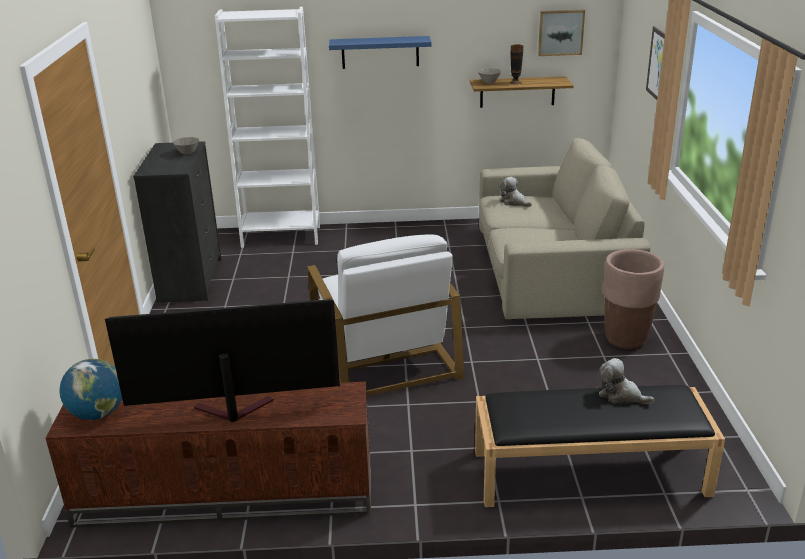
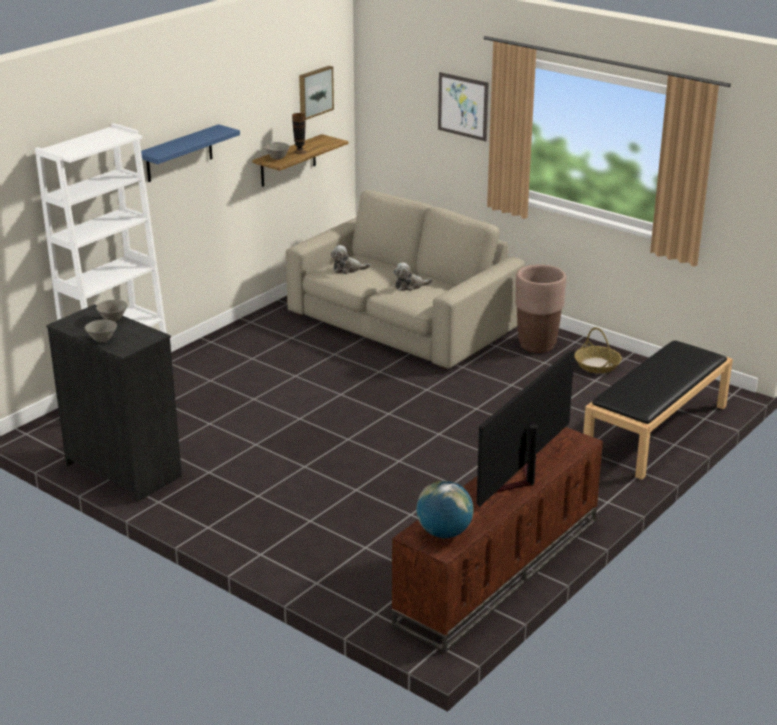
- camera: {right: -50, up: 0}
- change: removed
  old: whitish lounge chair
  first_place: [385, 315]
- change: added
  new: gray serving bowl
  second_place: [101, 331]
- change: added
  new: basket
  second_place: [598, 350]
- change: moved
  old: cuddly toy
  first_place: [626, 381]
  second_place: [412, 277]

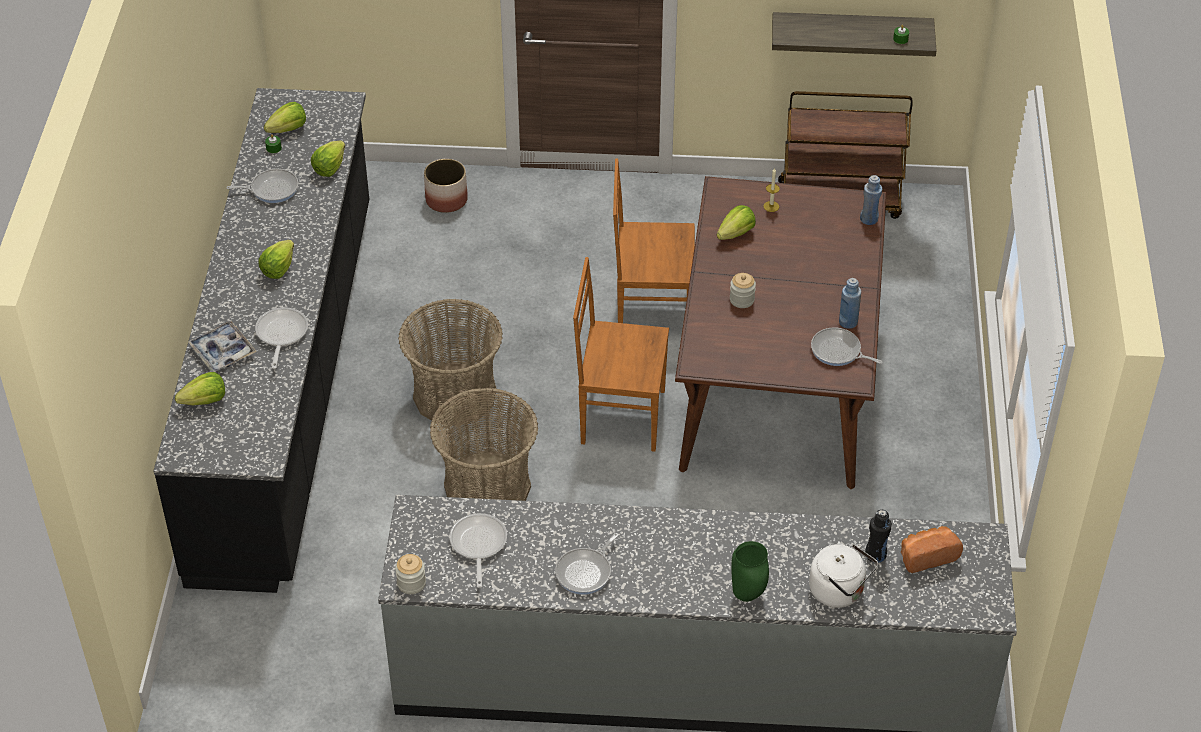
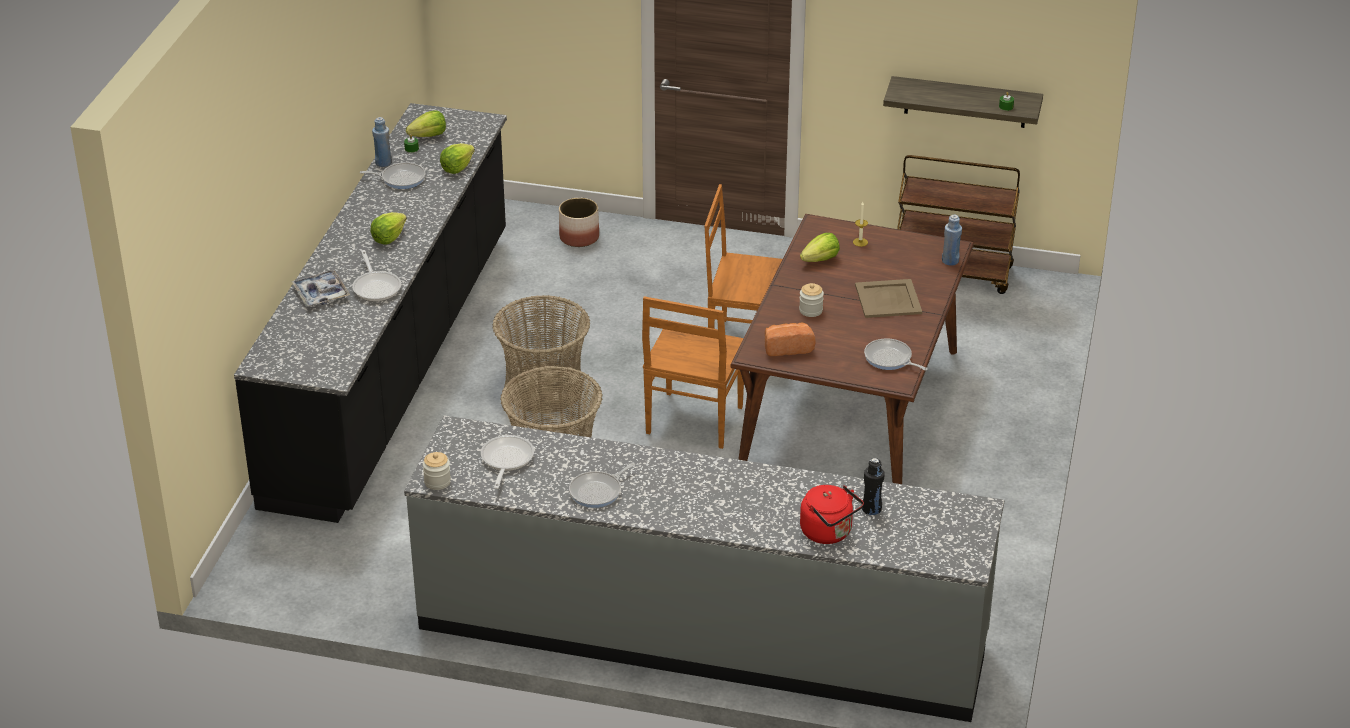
- camera: {right: 10, up: -10}
- change: removed
  old: head of lettuce
  first_place: [200, 389]
- change: removed
  old: green vase
  first_place: [750, 571]
- change: added
  new: sand-coloured carrying tray
  second_place: [888, 298]
- change: moved
  old: bluish bottle
  first_place: [850, 303]
  second_place: [382, 142]
- change: moved
  old: baked bread
  first_place: [932, 549]
  second_place: [790, 339]
- change: recoloured
  old: whitish water kettle
  new: red-coloured water kettle
  first_place: [843, 576]
  second_place: [832, 514]
- change: turned
  old: frying pan
  first_place: [281, 338]
  second_place: [376, 276]
  degrees: 150
- change: turned
  old: brownish upright chair
  first_place: [621, 354]
  second_place: [693, 372]
  degrees: -90

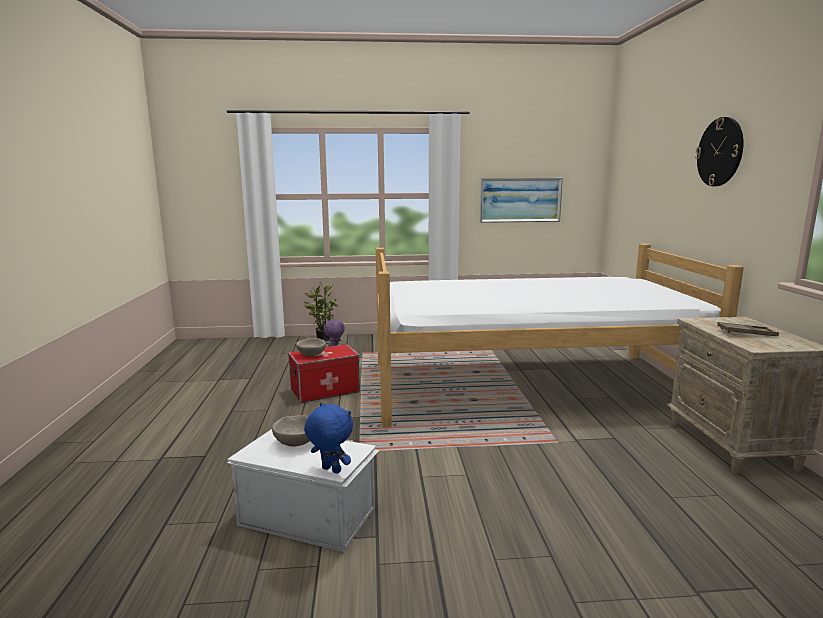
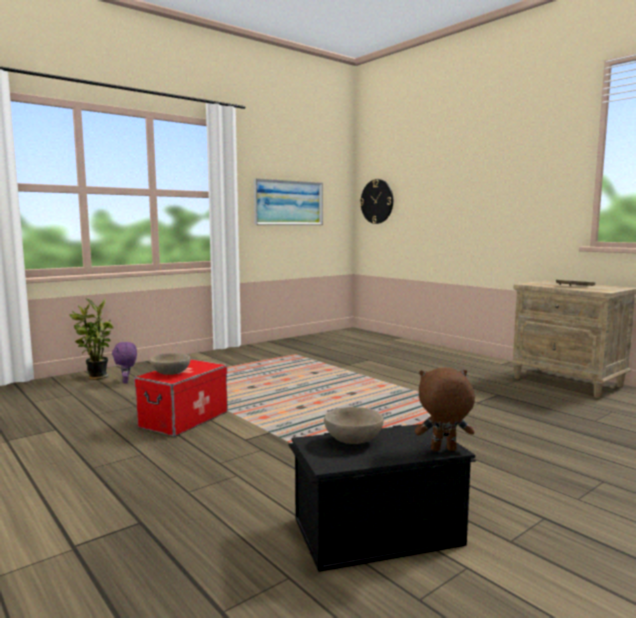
- camera: {right: -35, up: -5}
- change: removed
  old: bed
  first_place: [560, 335]
- change: moved
  old: clock on the wall
  first_place: [719, 151]
  second_place: [376, 201]
- change: recoloured
  old: whitish storage container
  new: black-coloured storage container
  first_place: [303, 490]
  second_place: [382, 498]
- change: recoloured
  old: bluish cuddly toy
  new: brownish cuddly toy
  first_place: [328, 438]
  second_place: [445, 409]

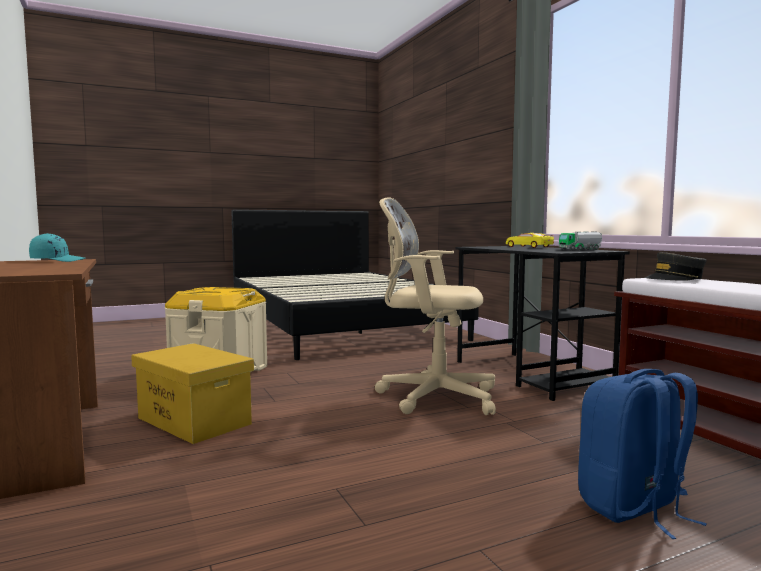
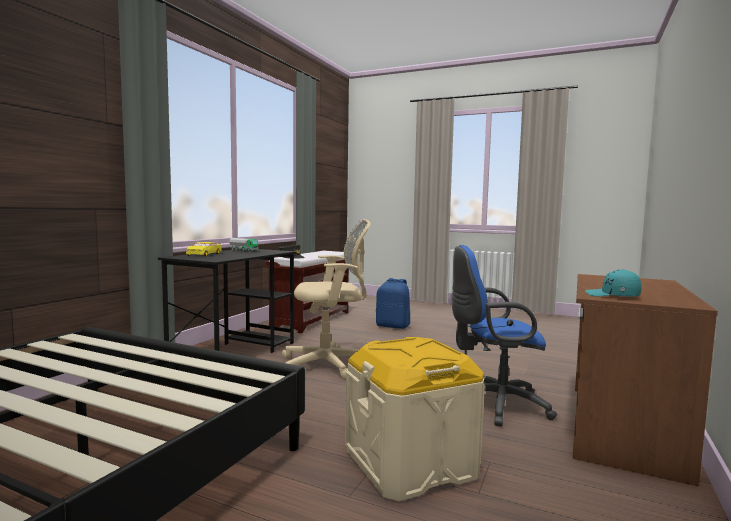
- camera: {right: -130, up: 0}
- change: replaced
  old: yellow-coloured storage container
  new: bluish desk chair
  first_place: [192, 393]
  second_place: [504, 336]
- change: turned
  old: sand-coloured desk chair
  first_place: [435, 306]
  second_place: [326, 299]
  degrees: -75

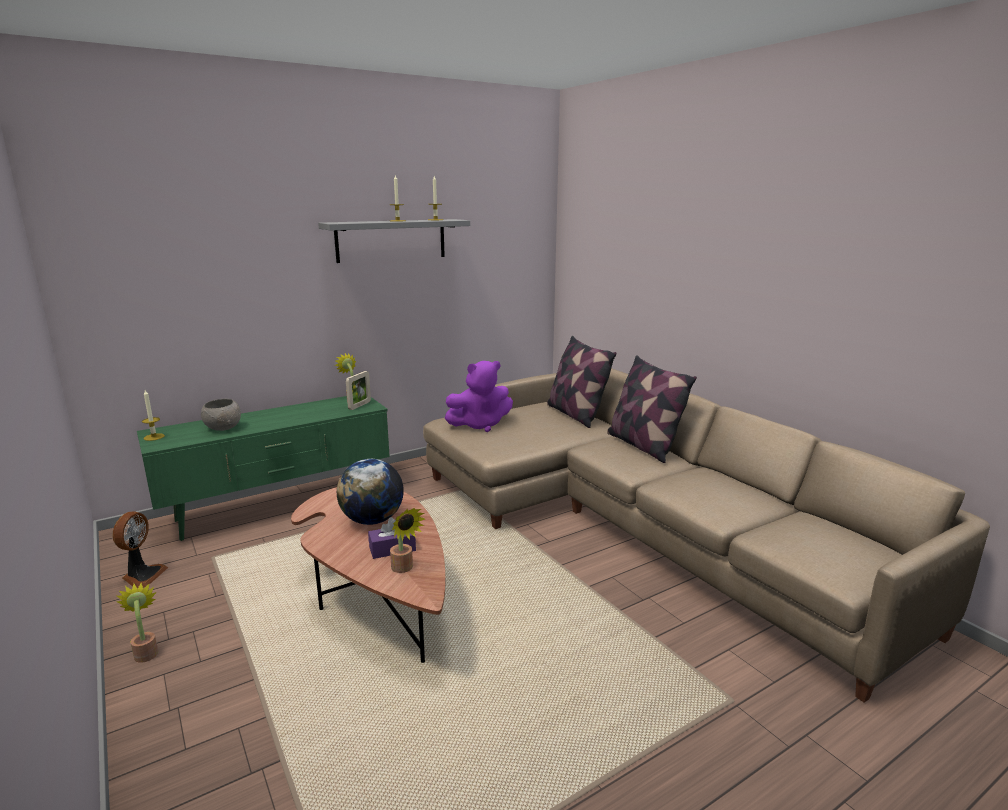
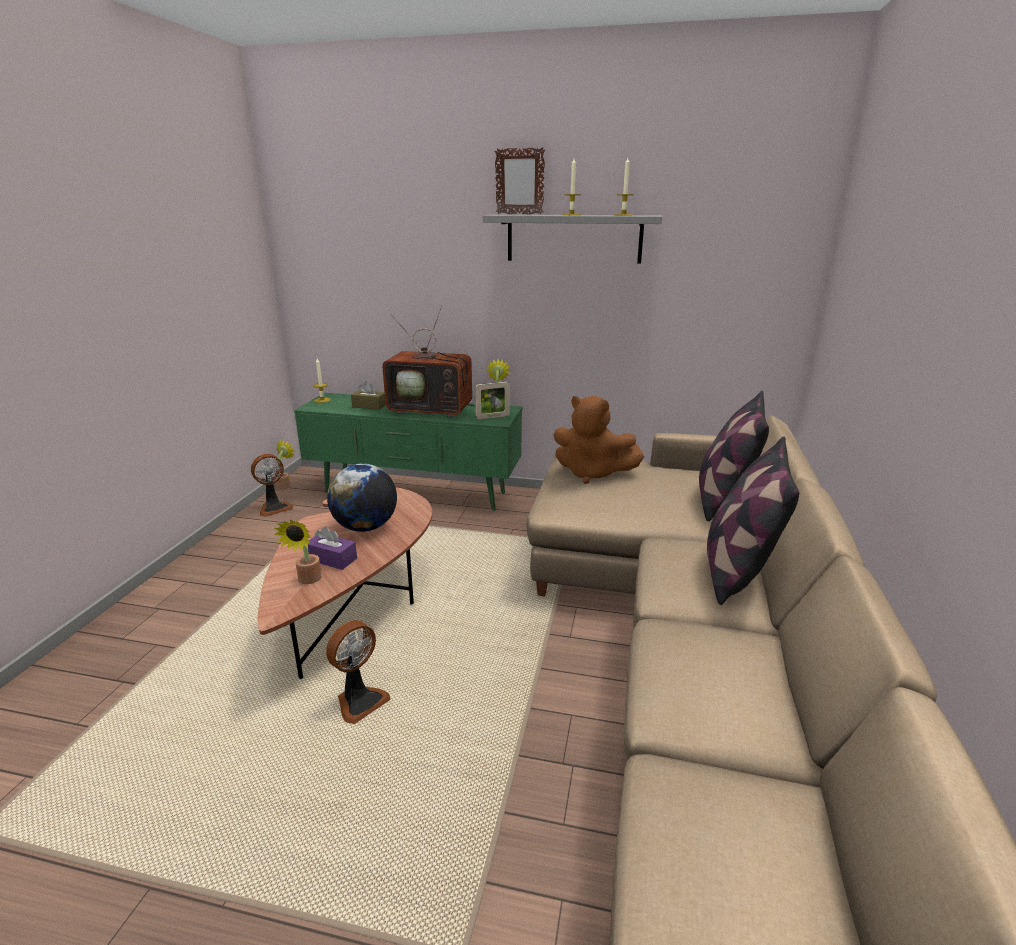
- camera: {right: 45, up: 5}
- change: added
  new: cooling fan
  second_place: [358, 672]
- change: added
  new: television
  second_place: [428, 362]
- change: added
  new: photo frame
  second_place: [520, 181]
- change: moved
  old: potted plant
  first_place: [137, 623]
  second_place: [285, 465]
- change: replaced
  old: gray serving bowl
  new: brownish box of tissues
  first_place: [221, 415]
  second_place: [368, 395]
- change: recoloured
  old: purplish cuddly toy
  new: brownish cuddly toy
  first_place: [479, 396]
  second_place: [598, 440]

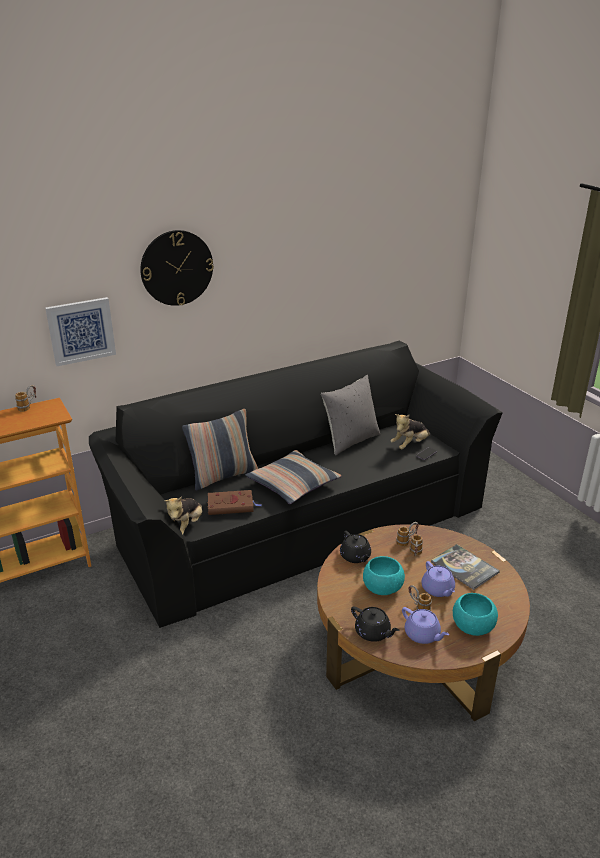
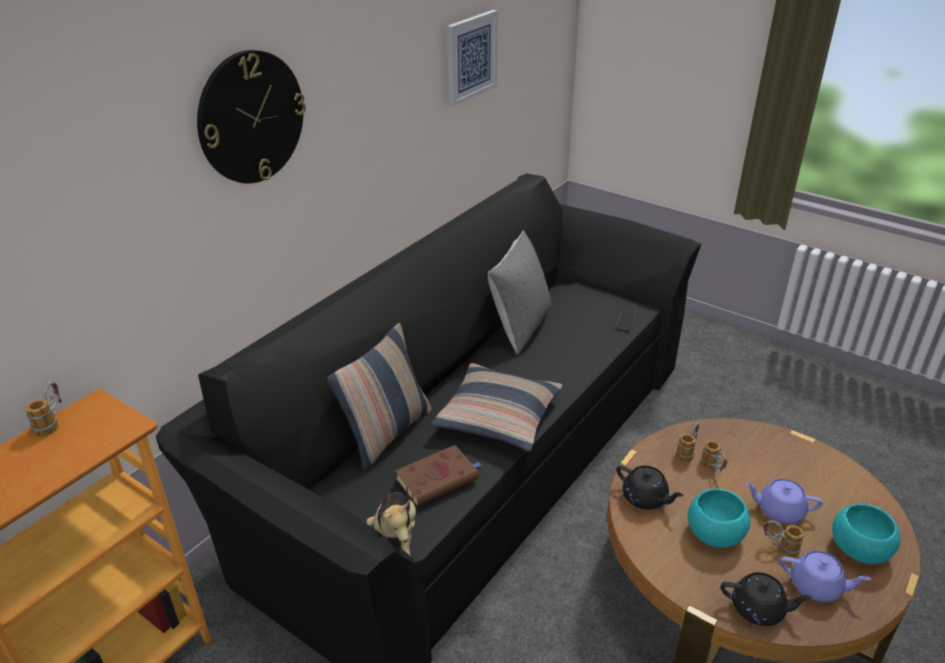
- camera: {right: -25, up: 5}
- change: removed
  old: cuddly toy
  first_place: [410, 431]
- change: removed
  old: book
  first_place: [465, 567]
- change: moved
  old: wall art
  first_place: [80, 331]
  second_place: [472, 58]
- change: turned
  old: purplish tea pot
  first_place: [438, 579]
  second_place: [784, 501]
  degrees: 150

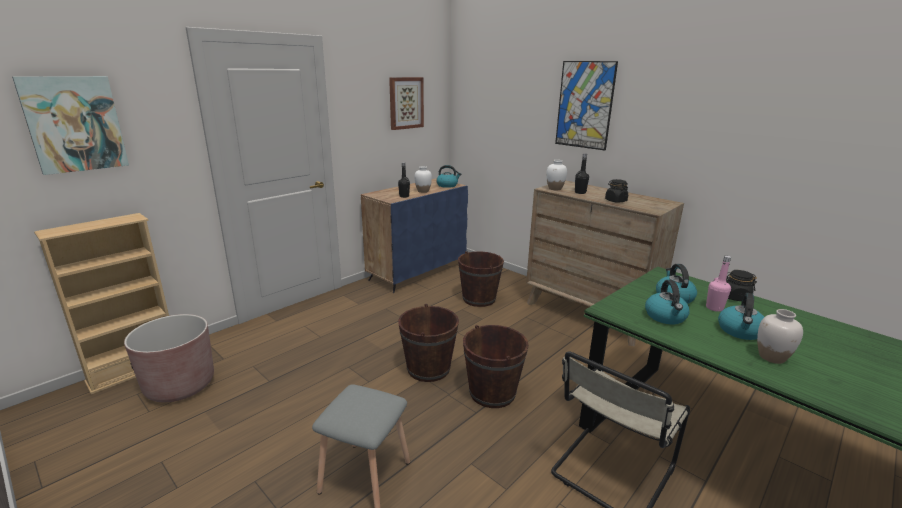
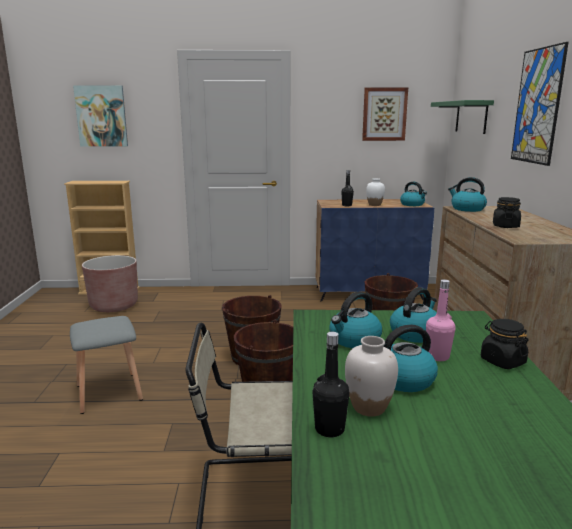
- camera: {right: 45, up: -5}
- change: added
  new: green bracket shelf
  second_place: [462, 117]
- change: moved
  old: black-coloured bottle
  first_place: [582, 174]
  second_place: [331, 384]
- change: replaced
  old: whitish vase
  new: water kettle
  first_place: [556, 175]
  second_place: [467, 194]

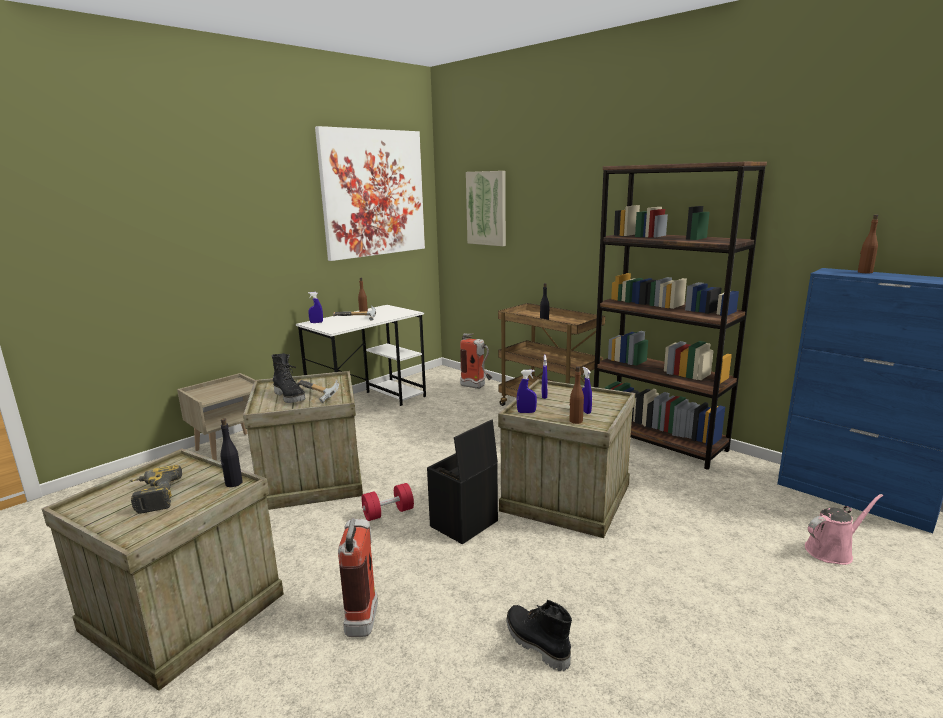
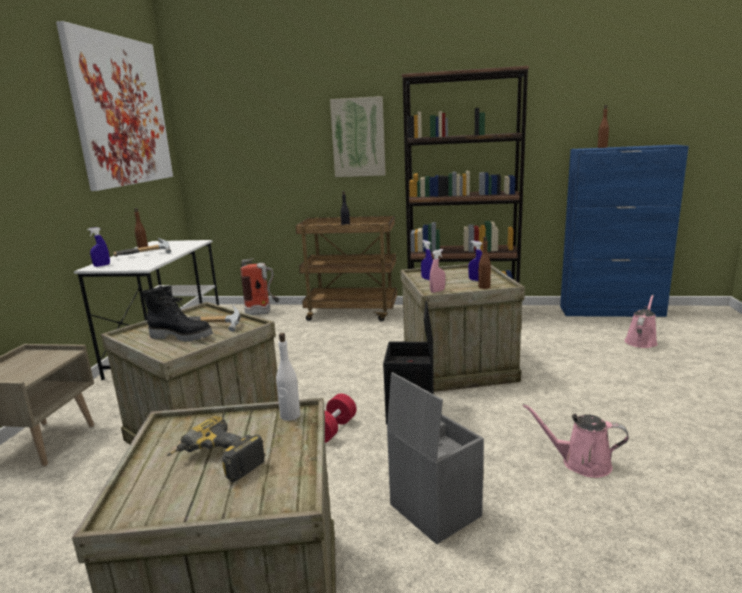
- camera: {right: -35, up: 0}
- change: moved
  old: wall art
  first_place: [486, 208]
  second_place: [358, 136]
- change: replaced
  old: fire extinguisher
  new: gray storage container
  first_place: [358, 577]
  second_place: [435, 458]
- change: replaced
  old: black-coloured tall boot
  new: pink-coloured watering pot
  first_place: [539, 635]
  second_place: [576, 441]
- change: recoloured
  old: black-coloured bottle
  new: whitish bottle
  first_place: [231, 452]
  second_place: [288, 377]
- change: recoloured
  old: bluish sprayer
  new: pink-coloured sprayer
  first_place: [527, 391]
  second_place: [437, 271]

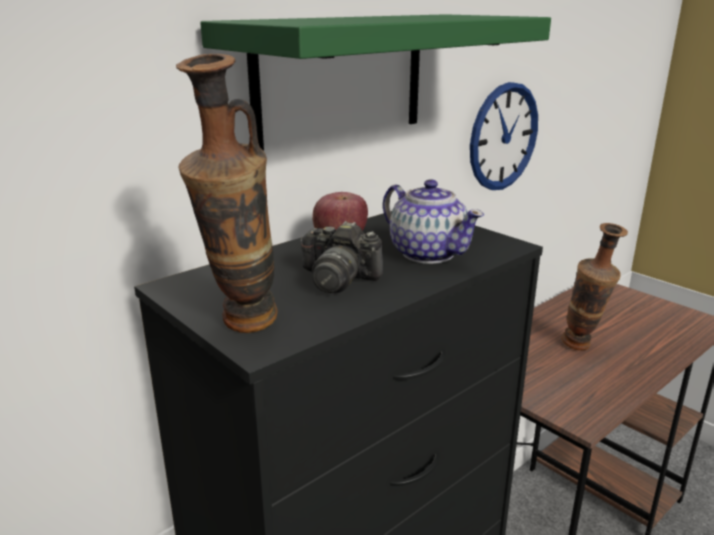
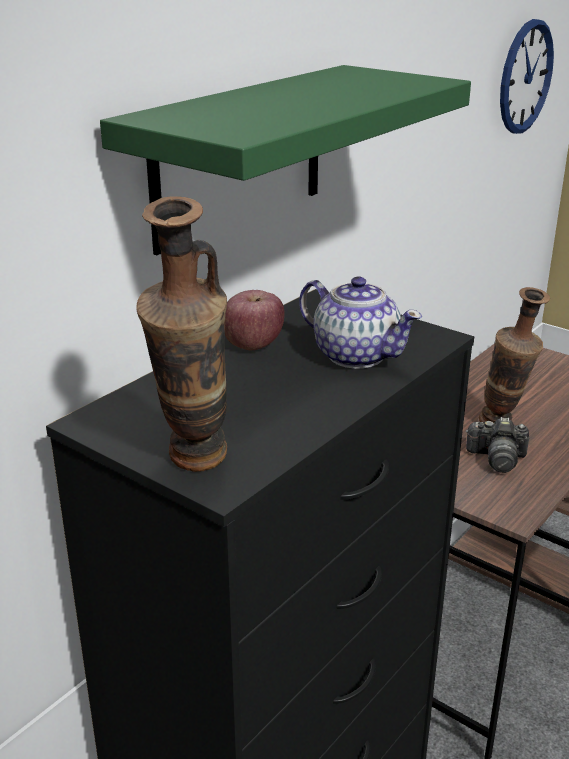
- camera: {right: -10, up: 5}
- change: moved
  old: still camera
  first_place: [341, 257]
  second_place: [497, 445]
- change: moved
  old: clock on the wall
  first_place: [504, 136]
  second_place: [527, 76]

